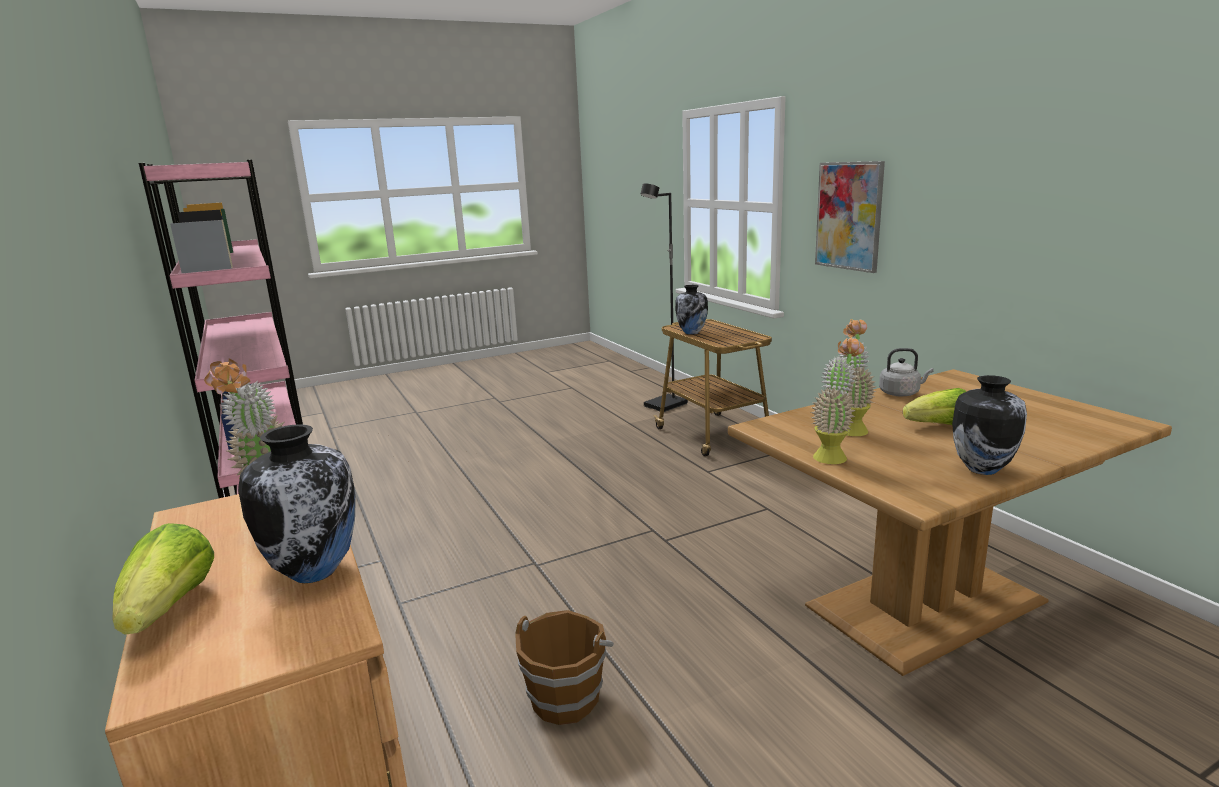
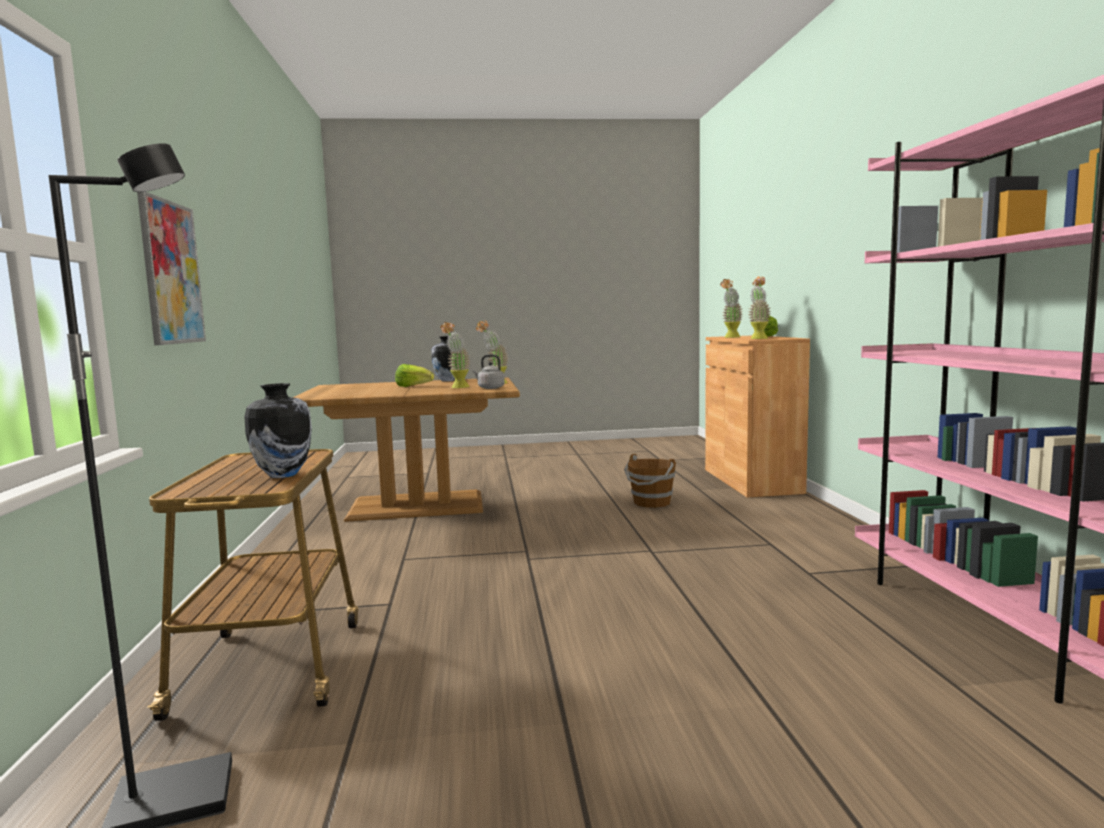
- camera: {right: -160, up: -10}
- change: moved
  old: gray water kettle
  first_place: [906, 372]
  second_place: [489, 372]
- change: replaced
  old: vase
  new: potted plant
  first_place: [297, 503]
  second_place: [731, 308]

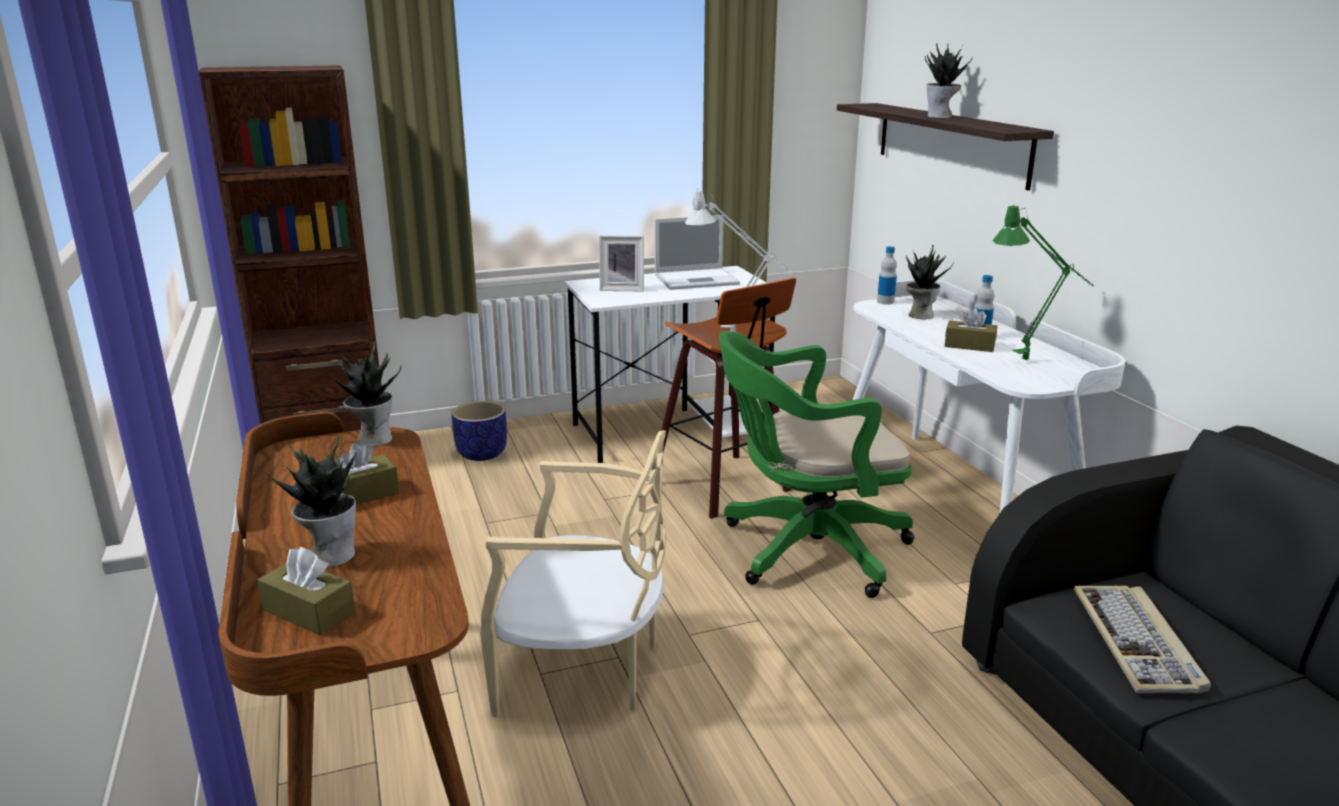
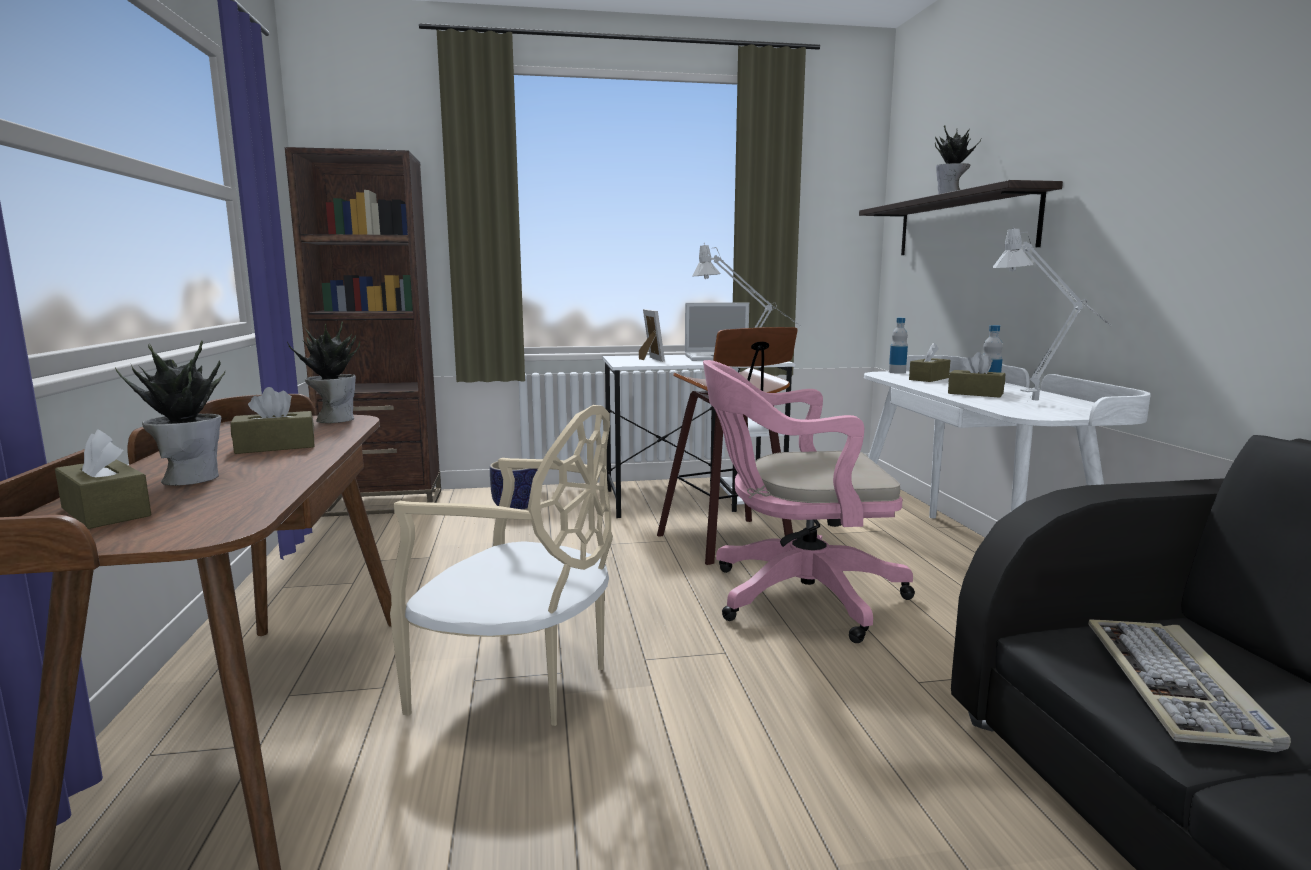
- camera: {right: 10, up: -10}
- change: replaced
  old: potted plant
  new: brownish box of tissues
  first_place: [930, 282]
  second_place: [929, 362]
- change: recoloured
  old: green desk chair
  new: pink-coloured desk chair
  first_place: [816, 464]
  second_place: [809, 501]
- change: recoloured
  old: green tabletop lamp
  new: gray tabletop lamp
  first_place: [1043, 282]
  second_place: [1052, 313]
- change: turned
  old: photo frame
  first_place: [621, 263]
  second_place: [652, 335]
  degrees: -120

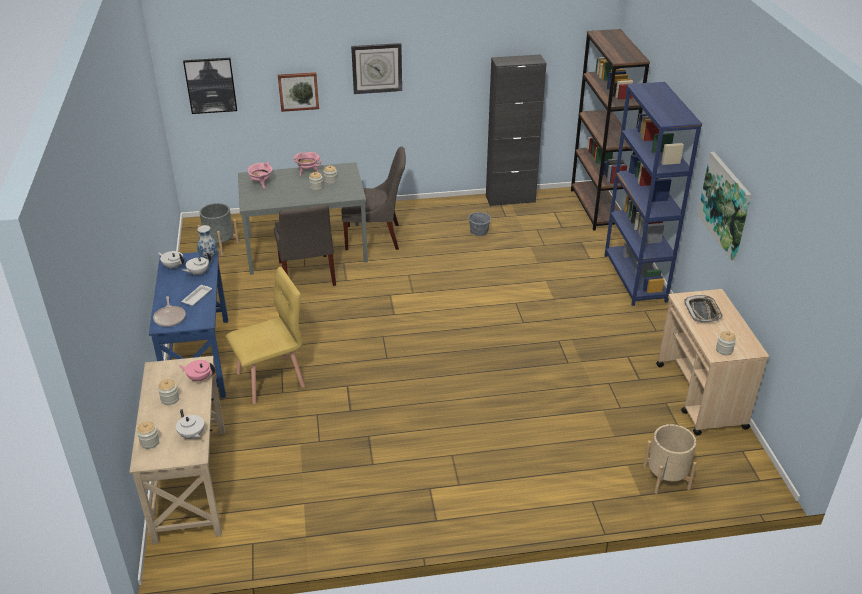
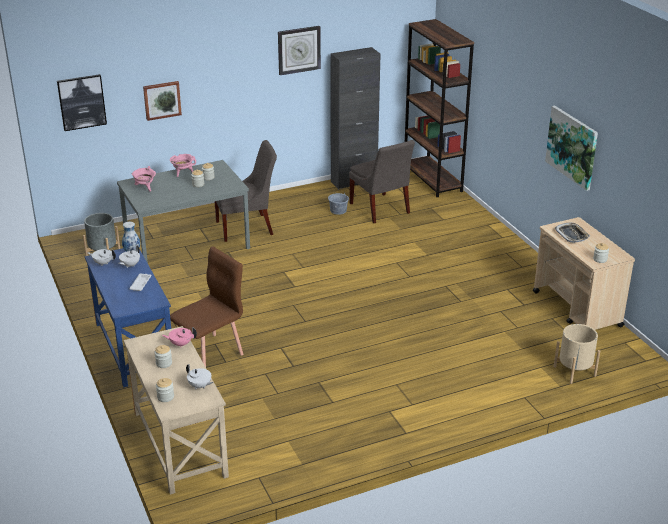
- camera: {right: -15, up: -5}
- change: removed
  old: frying pan
  first_place: [169, 311]
- change: removed
  old: bluish bookshelf
  first_place: [653, 194]
- change: moved
  old: gray upright chair
  first_place: [305, 245]
  second_place: [382, 181]
- change: moved
  old: clock on the wall
  first_place: [376, 68]
  second_place: [299, 50]
- change: recoloured
  old: yellow-coloured upright chair
  new: brownish upright chair
  first_place: [265, 335]
  second_place: [206, 306]

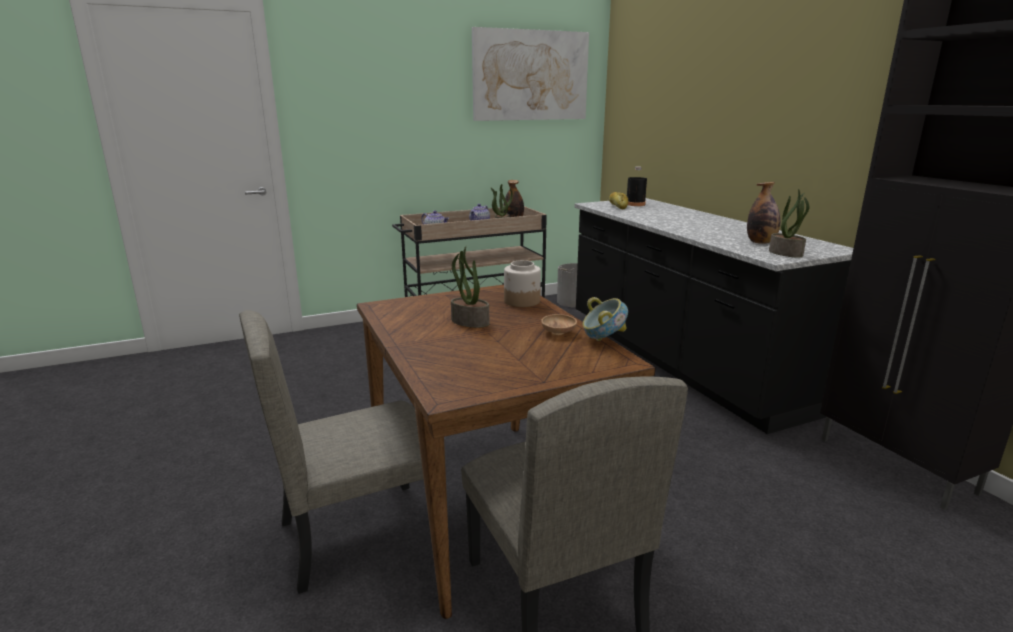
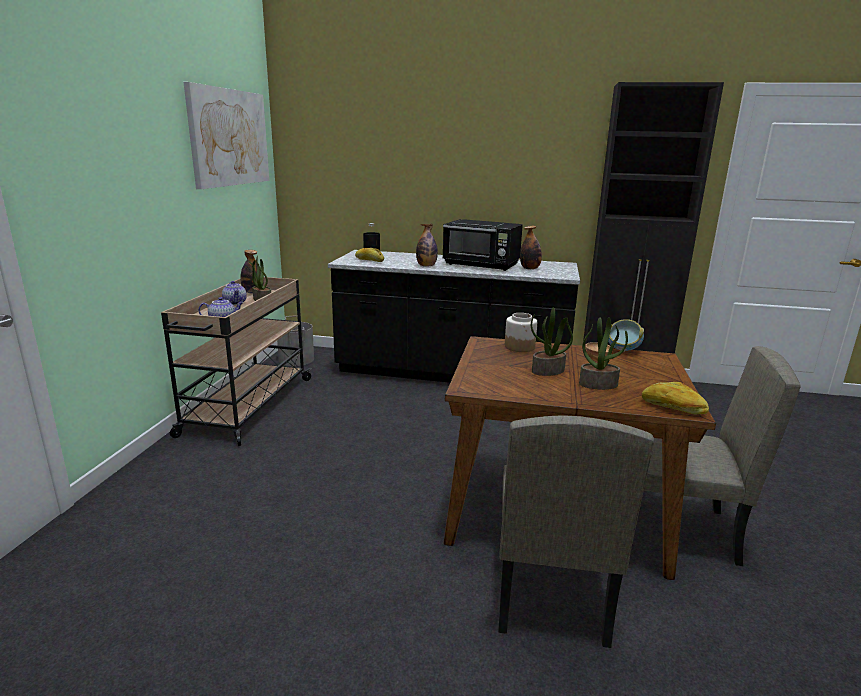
- camera: {right: -55, up: 0}
- change: added
  new: bottle
  second_place: [427, 245]
- change: added
  new: black-coloured microwave oven
  second_place: [482, 245]
- change: added
  new: baked bread
  second_place: [675, 398]
- change: moved
  old: potted plant
  first_place: [789, 223]
  second_place: [603, 353]

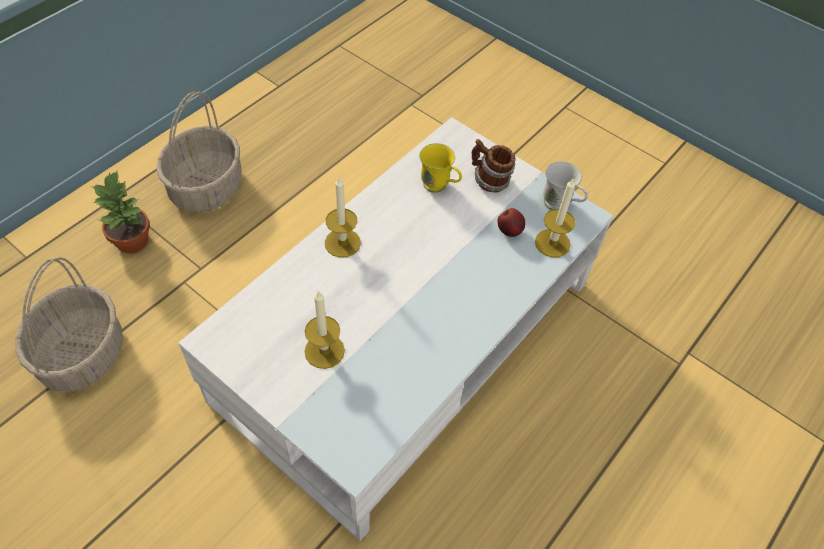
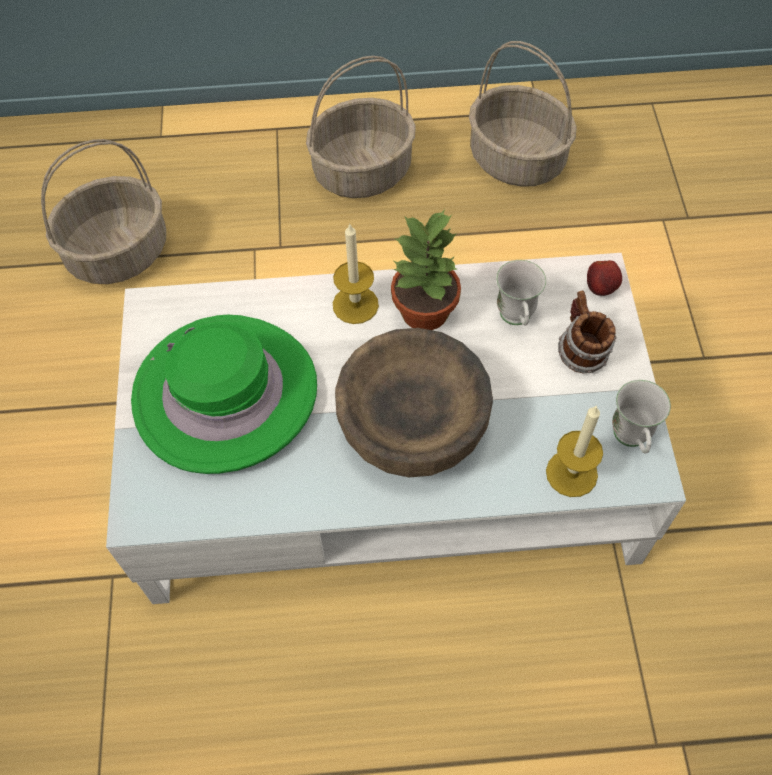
- camera: {right: 50, up: 5}
- change: added
  new: brownish serving bowl
  second_place: [414, 402]
- change: added
  new: basket
  second_place: [523, 114]
- change: moved
  old: potted plant
  first_place: [120, 211]
  second_place: [426, 269]
- change: moved
  old: apple
  first_place: [511, 222]
  second_place: [604, 278]
- change: replaced
  old: wax light
  new: green clothing hat
  first_place: [324, 329]
  second_place: [224, 394]
- change: recoloured
  old: yellow-coloured mug
  new: whitish mug
  first_place: [440, 168]
  second_place: [521, 292]

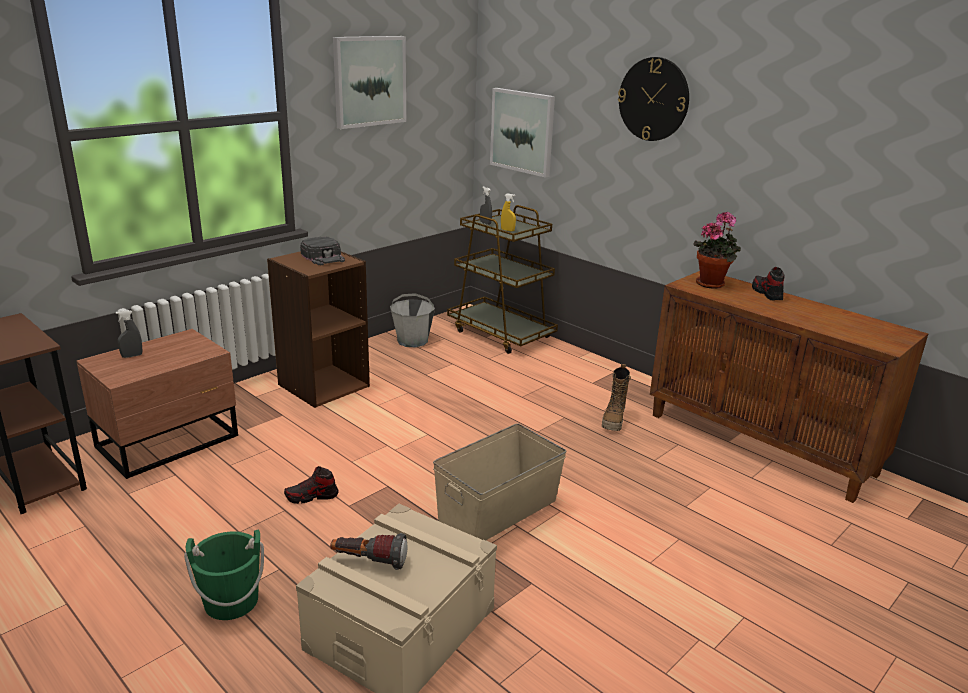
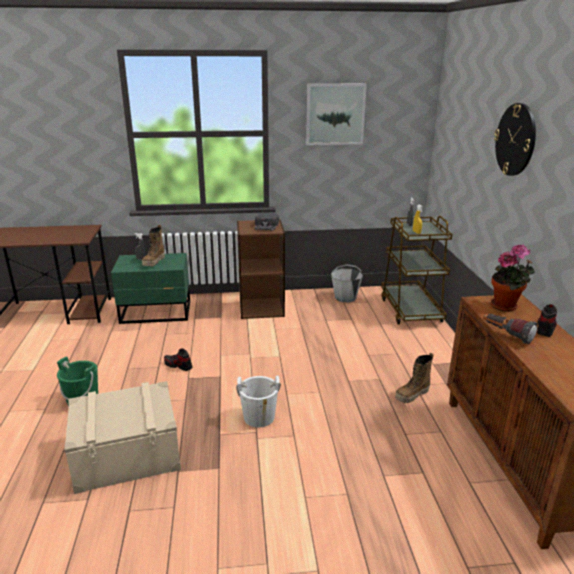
- camera: {right: 40, up: 0}
- change: removed
  old: wall art
  first_place: [522, 133]
- change: added
  new: tall boot
  second_place: [153, 245]
- change: moved
  old: hand torch
  first_place: [369, 551]
  second_place: [510, 329]
- change: replaced
  old: sand-coloured storage container
  new: whitish pail
  first_place: [500, 481]
  second_place: [258, 401]
- change: recoloured
  old: brownish nightstand
  new: green nightstand
  first_place: [157, 404]
  second_place: [150, 288]

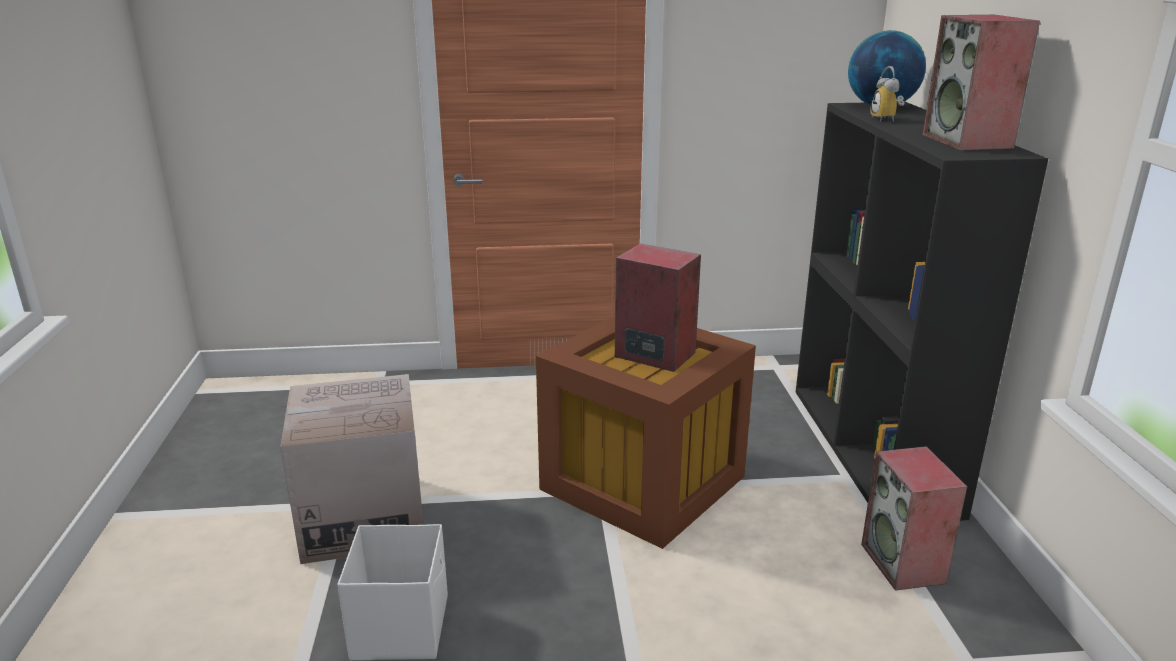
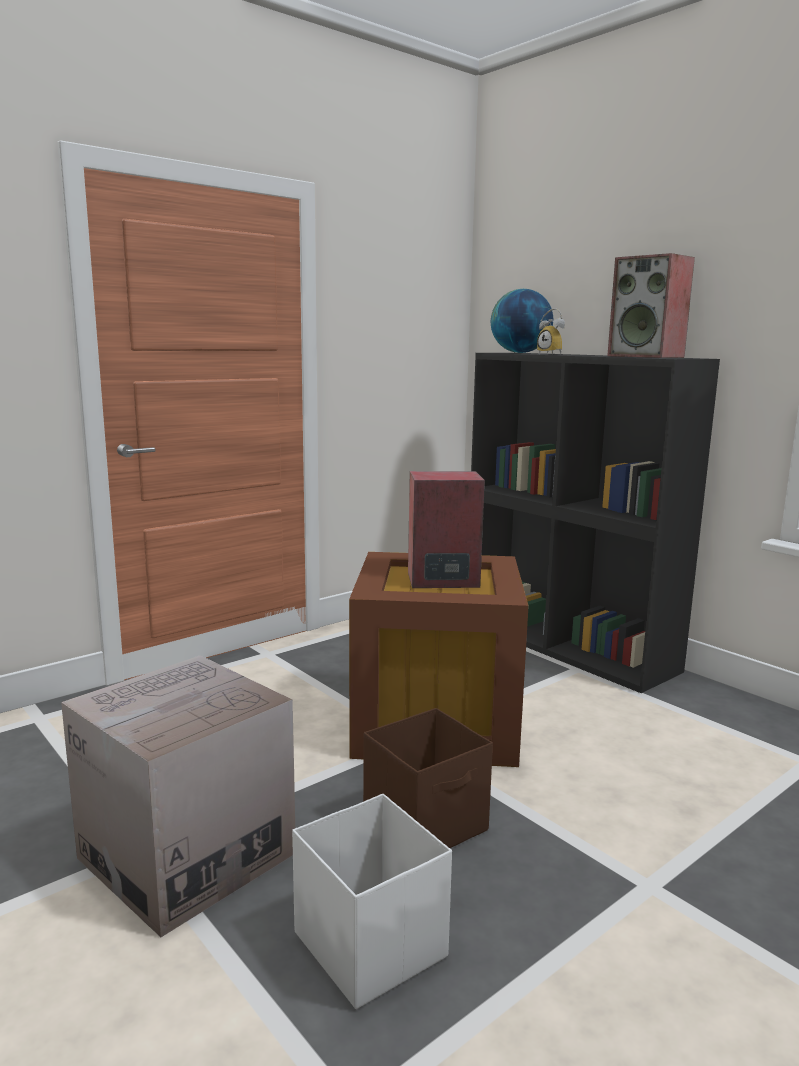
- camera: {right: -35, up: -10}
- change: removed
  old: loudspeaker
  first_place: [914, 518]
- change: added
  new: brownish storage container
  second_place: [428, 778]

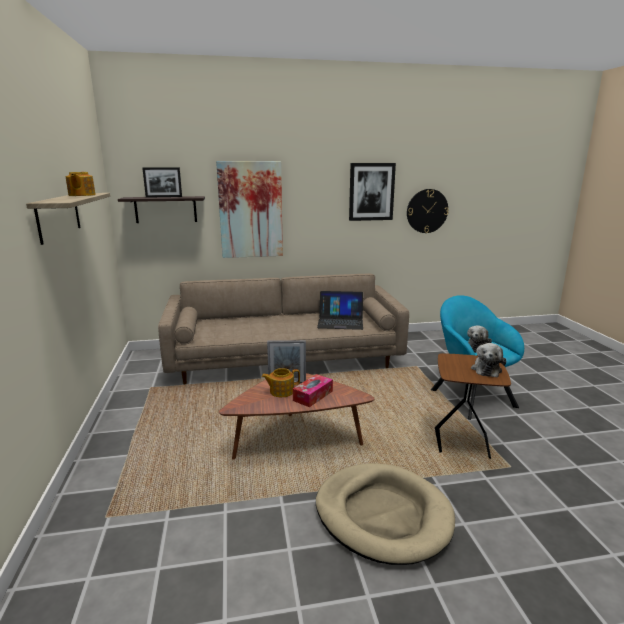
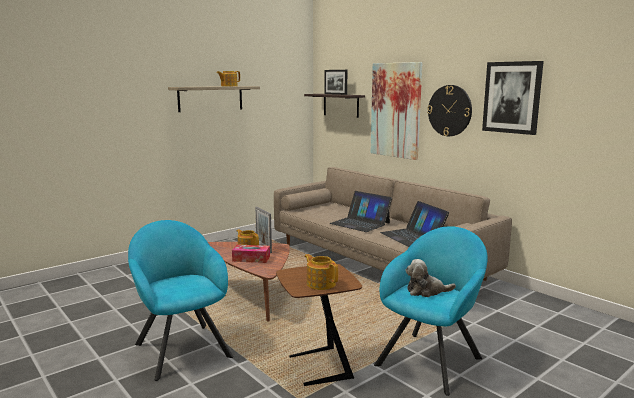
- camera: {right: 60, up: -5}
- change: added
  new: laptop
  second_place: [361, 211]
- change: moved
  old: clock on the wall
  first_place: [428, 211]
  second_place: [449, 110]
- change: replaced
  old: sand-coloured dog bed
  new: blue-green lounge chair
  first_place: [385, 514]
  second_place: [180, 300]
- change: replaced
  old: cuddly toy
  new: tea pot
  first_place: [488, 360]
  second_place: [321, 272]

